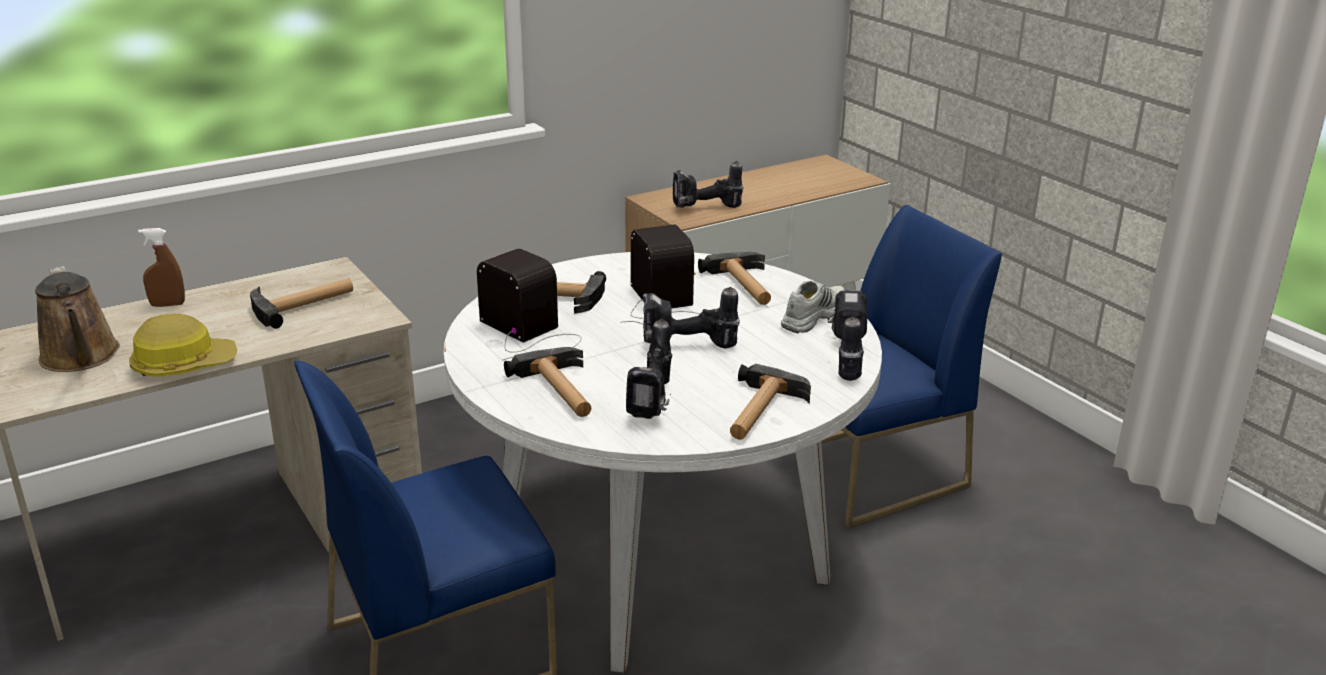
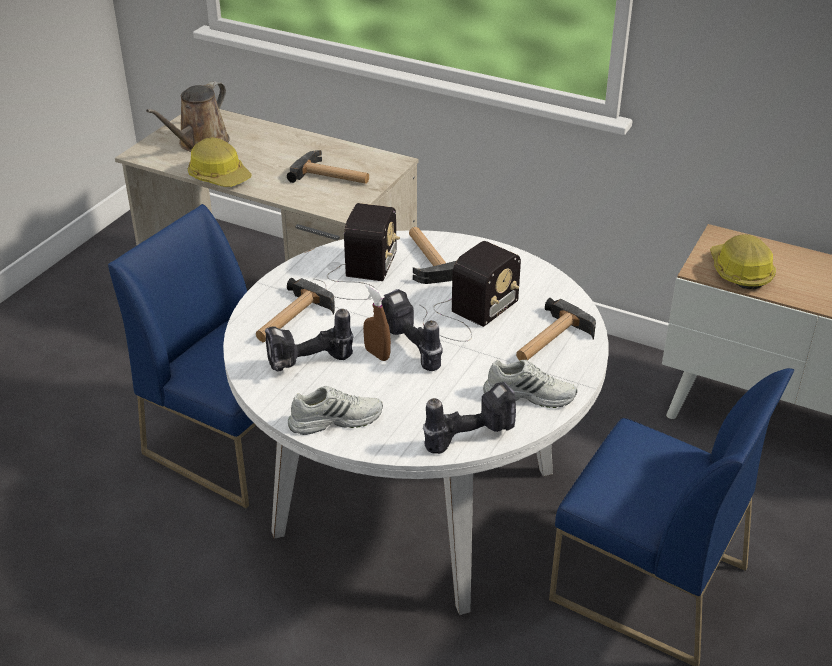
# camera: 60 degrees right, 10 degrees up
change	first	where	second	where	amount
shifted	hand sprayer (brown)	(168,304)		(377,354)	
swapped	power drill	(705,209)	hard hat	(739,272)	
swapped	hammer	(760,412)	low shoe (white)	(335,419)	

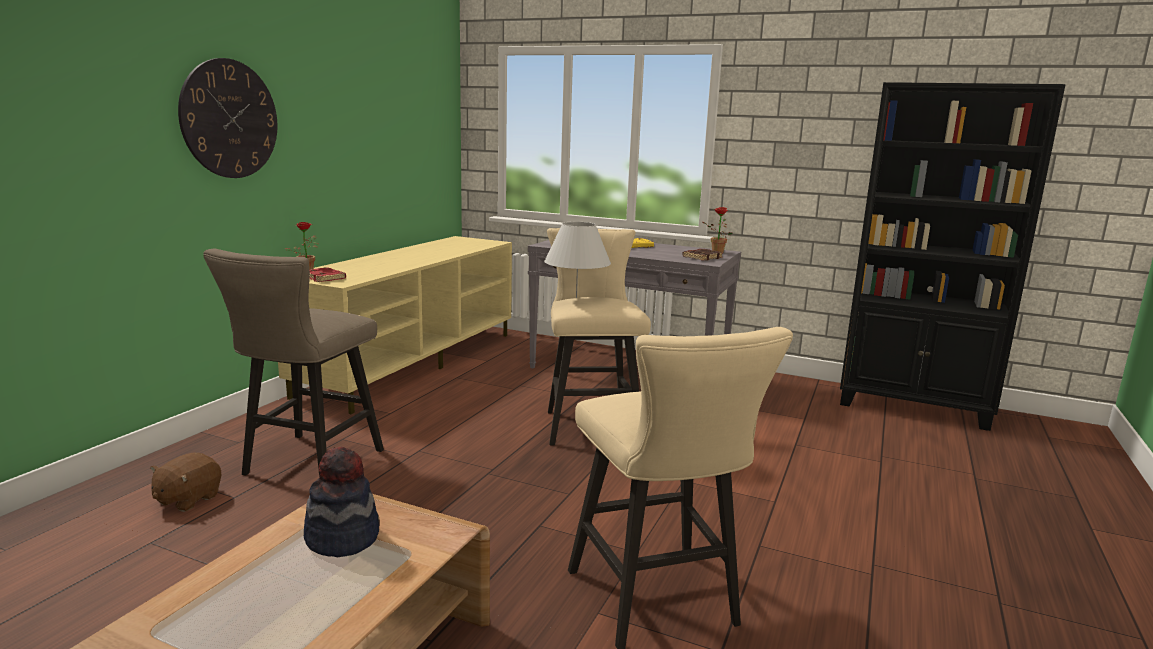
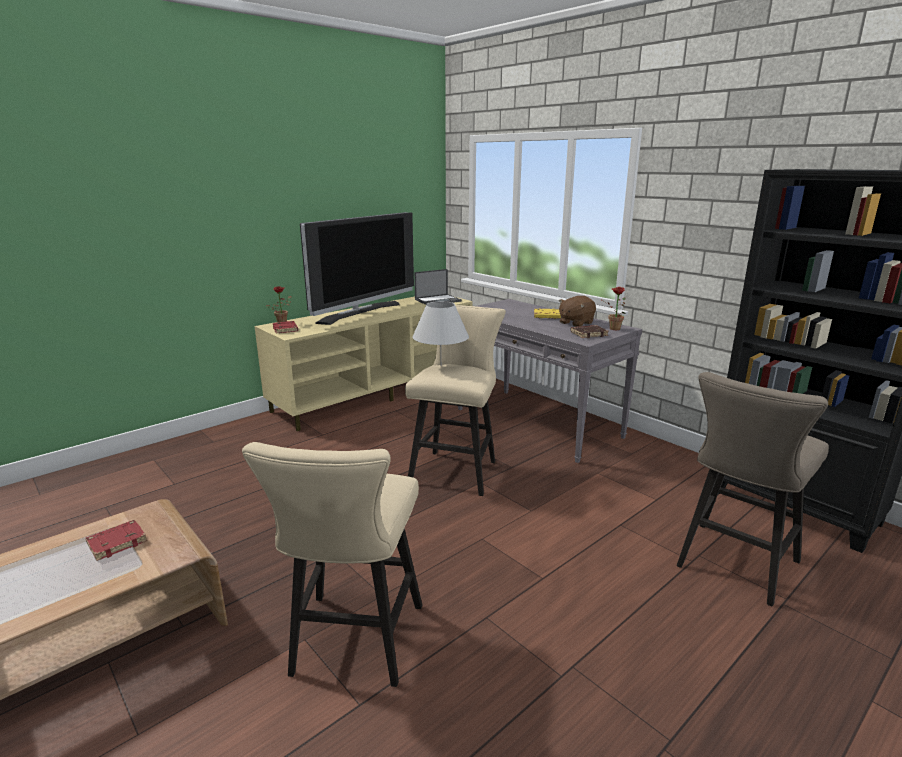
# camera: 25 degrees right, 5 degrees up
change	first	where	second	where	amount
shifted	plush toy (brown)	(187,499)		(575,323)	
gone	hanging clock	(229,119)			
shifted	stool (beige-coloured)	(307,465)		(733,567)	
swapped	wearable hat	(342,537)	volume (reddish)	(117,542)	
new			television	(360,312)	
new			portable computer	(438,300)	

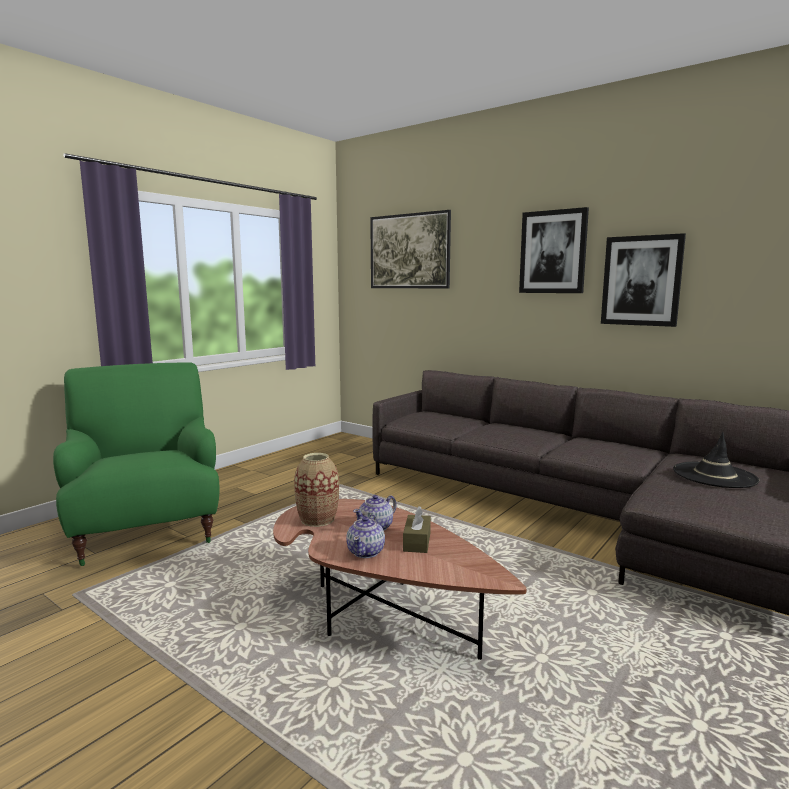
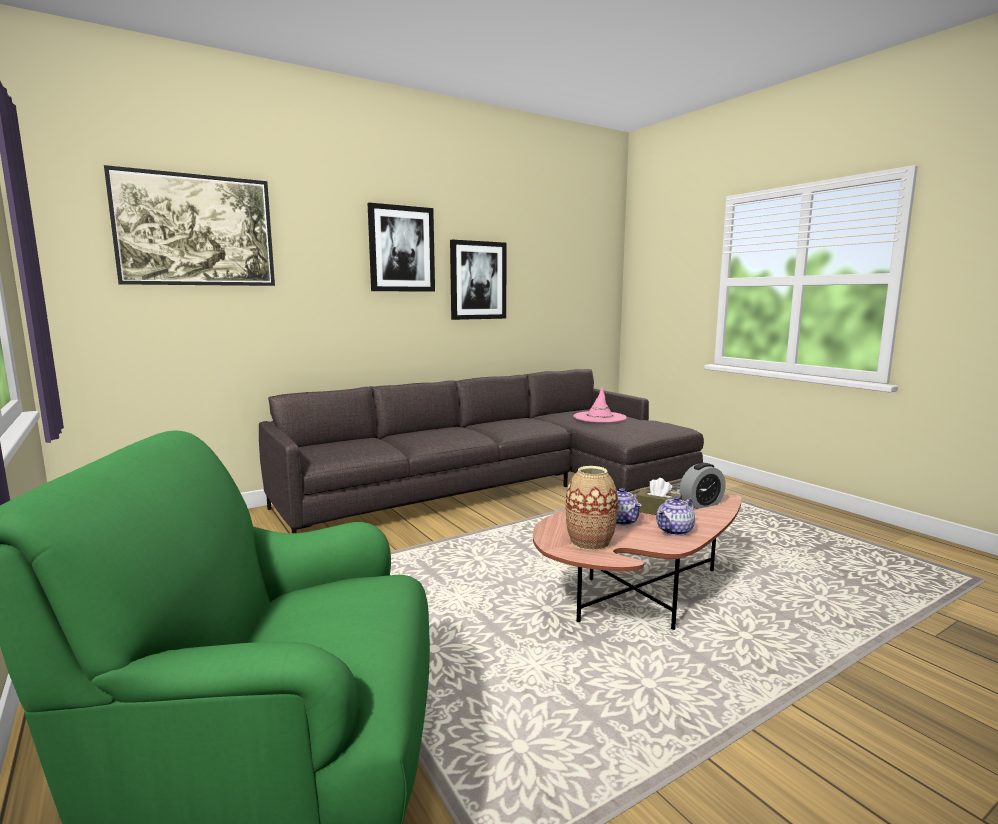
# camera: 70 degrees left, 0 degrees up
change	first	where	second	where	amount
rotated	pot for tea	(366,552)		(675,531)	105 degrees clockwise
repainted	wearable hat (blackish)	(714,475)	wearable hat (pinkish)	(599,417)	
new			alarm clock	(701,504)	

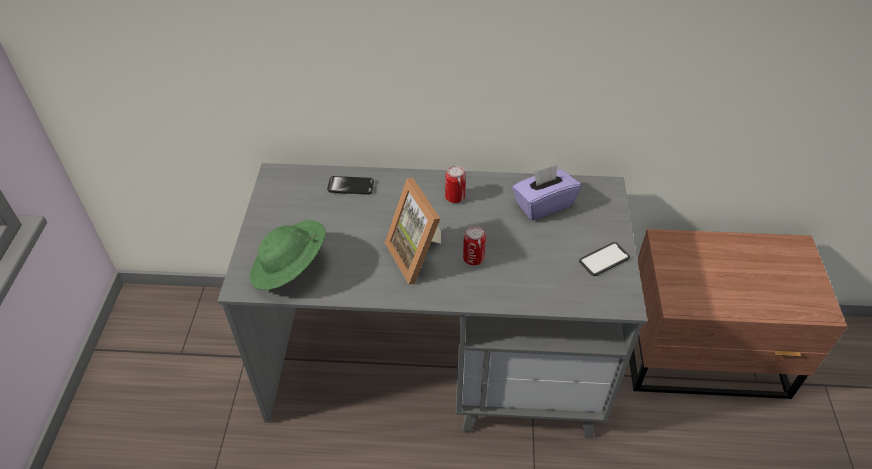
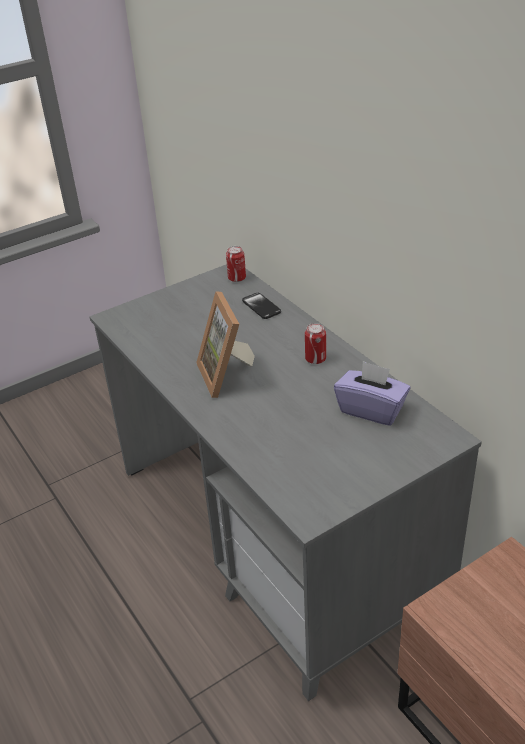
# camera: 55 degrees right, 10 degrees down
change	first	where	second	where	amount
gone	wearable hat (green)	(290,269)			
rotated	picture frame	(419,256)		(228,375)	45 degrees counterclockwise
shifted	can	(473,258)		(237,278)	
gone	handset	(604,259)			

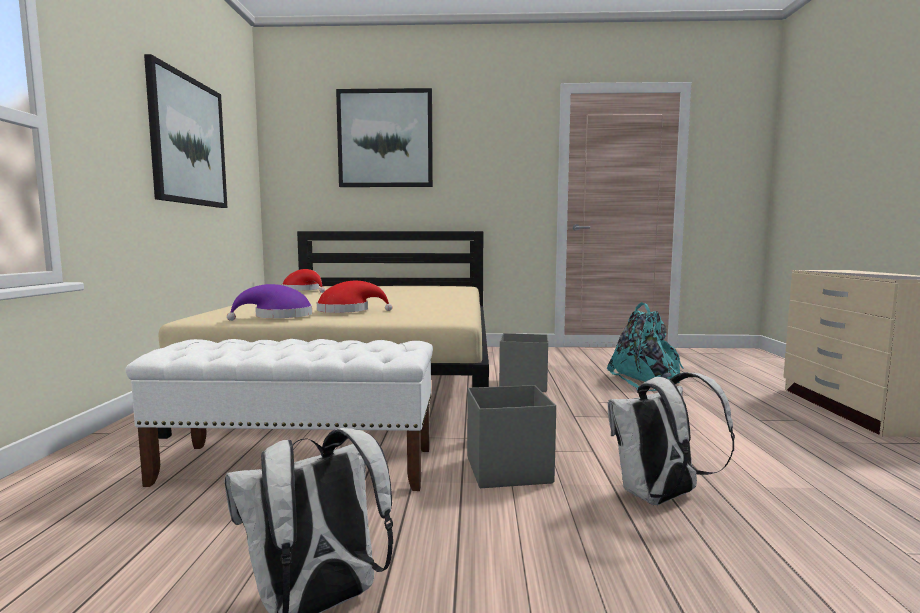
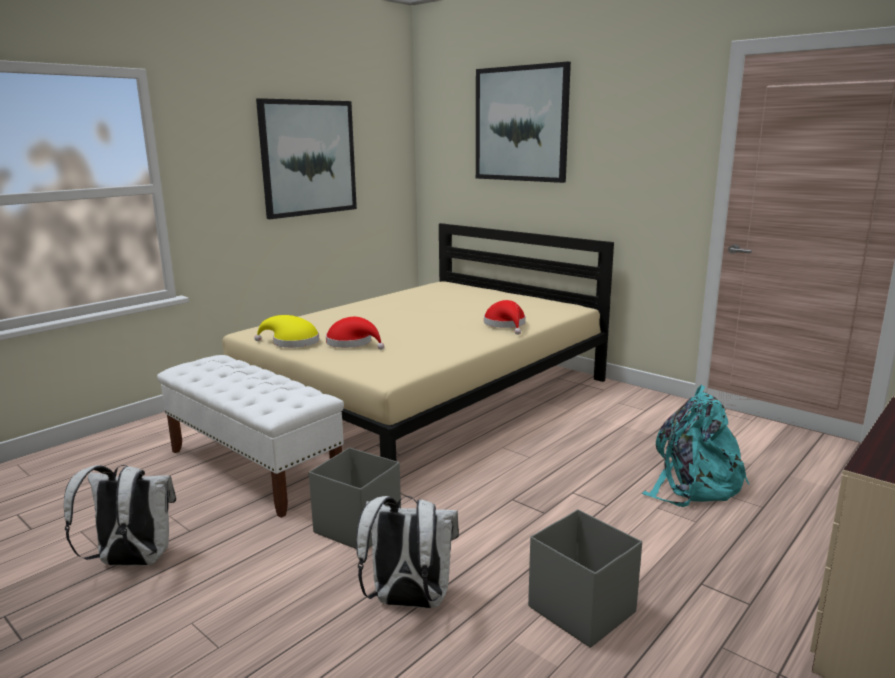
# camera: 40 degrees right, 10 degrees up
change	first	where	second	where	amount
repainted	wearable hat (purple-coloured)	(278,317)	wearable hat (yellowish)	(292,342)	
shifted	wearable hat (reddish)	(303,291)		(506,325)	
shifted	storage container (greyish)	(522,385)		(581,609)	

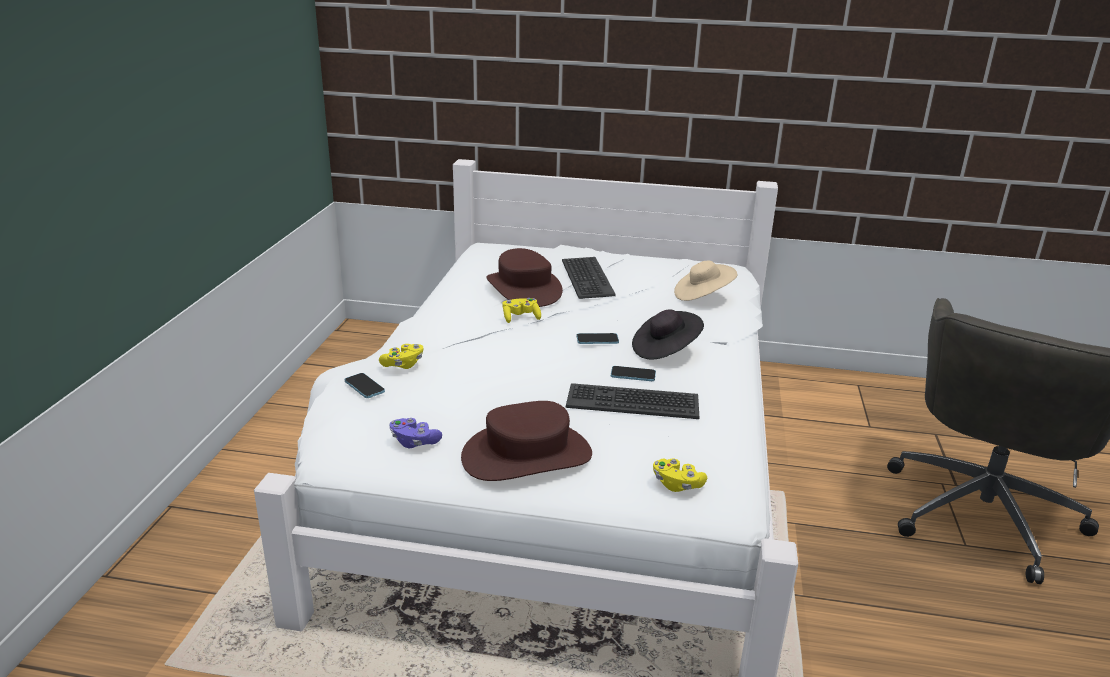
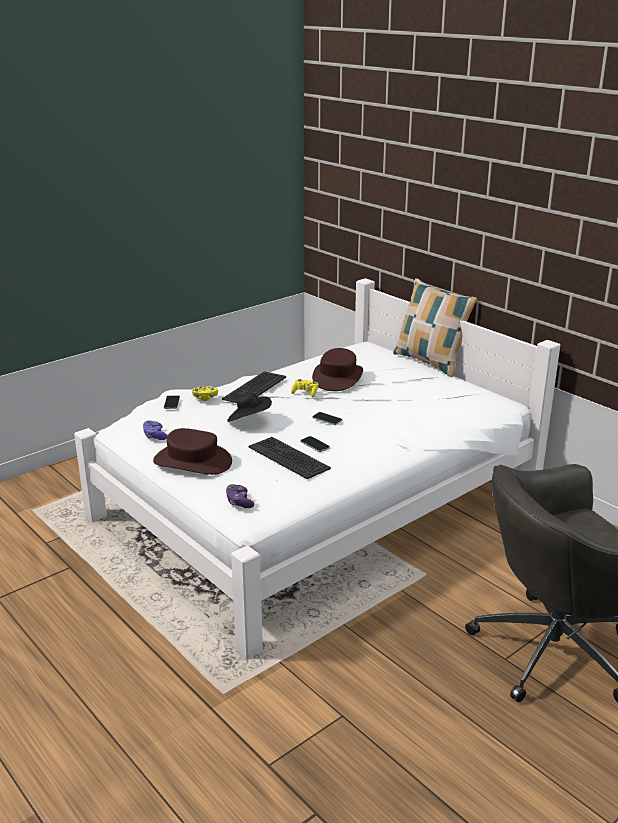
# camera: 40 degrees right, 0 degrees up
change	first	where	second	where	amount
shifted	keyboard	(586,278)		(254,388)	
shifted	wearable hat (blackish)	(665,350)		(249,420)	
repainted	game controller (yellowish)	(677,484)	game controller (purple-coloured)	(239,502)	
gone	wearable hat (beige-coloured)	(702,296)			
new			pillow	(430,362)	

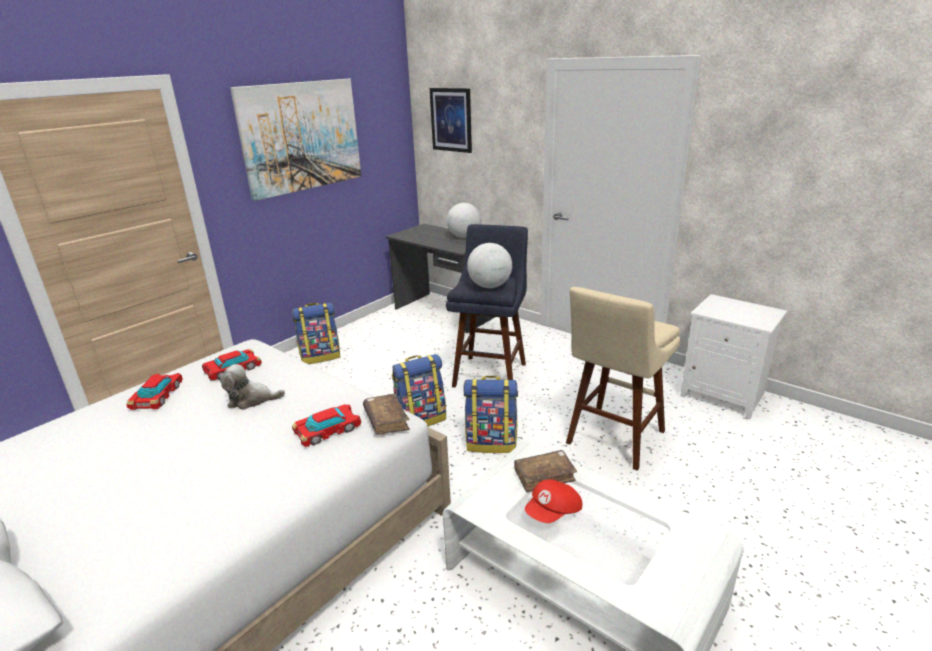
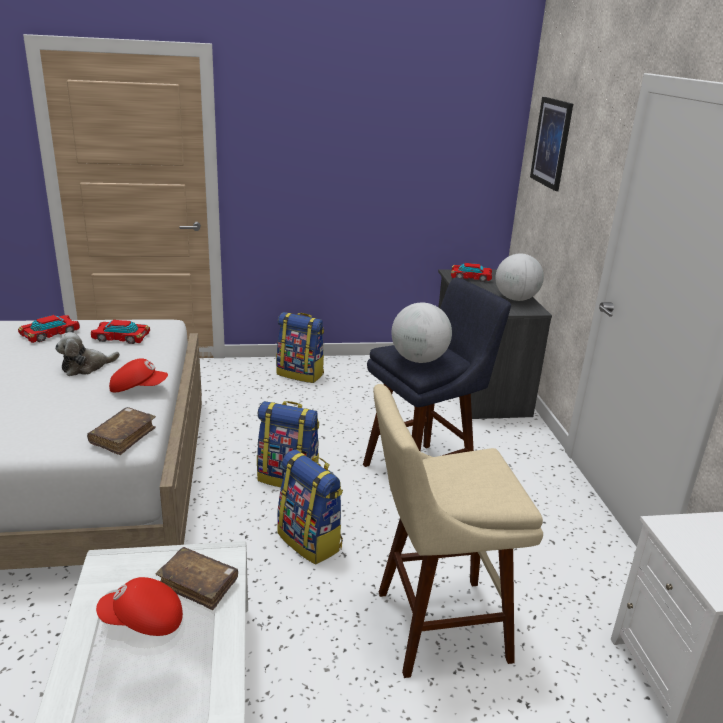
# camera: 40 degrees right, 0 degrees up
change	first	where	second	where	amount
rotated	plush toy	(251,400)		(86,367)	75 degrees counterclockwise
gone	wall art	(301,136)			
shifted	toy car	(328,430)		(470,277)	
new			peaked cap (reddish)	(138,388)	

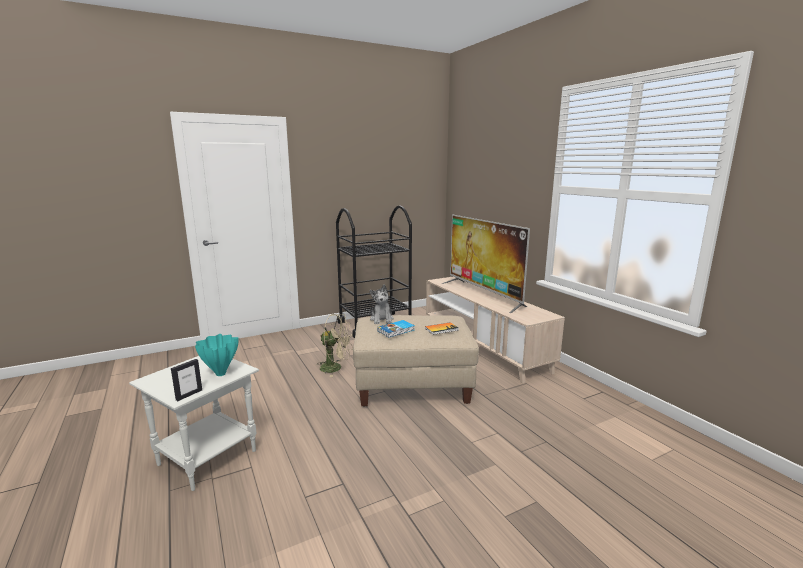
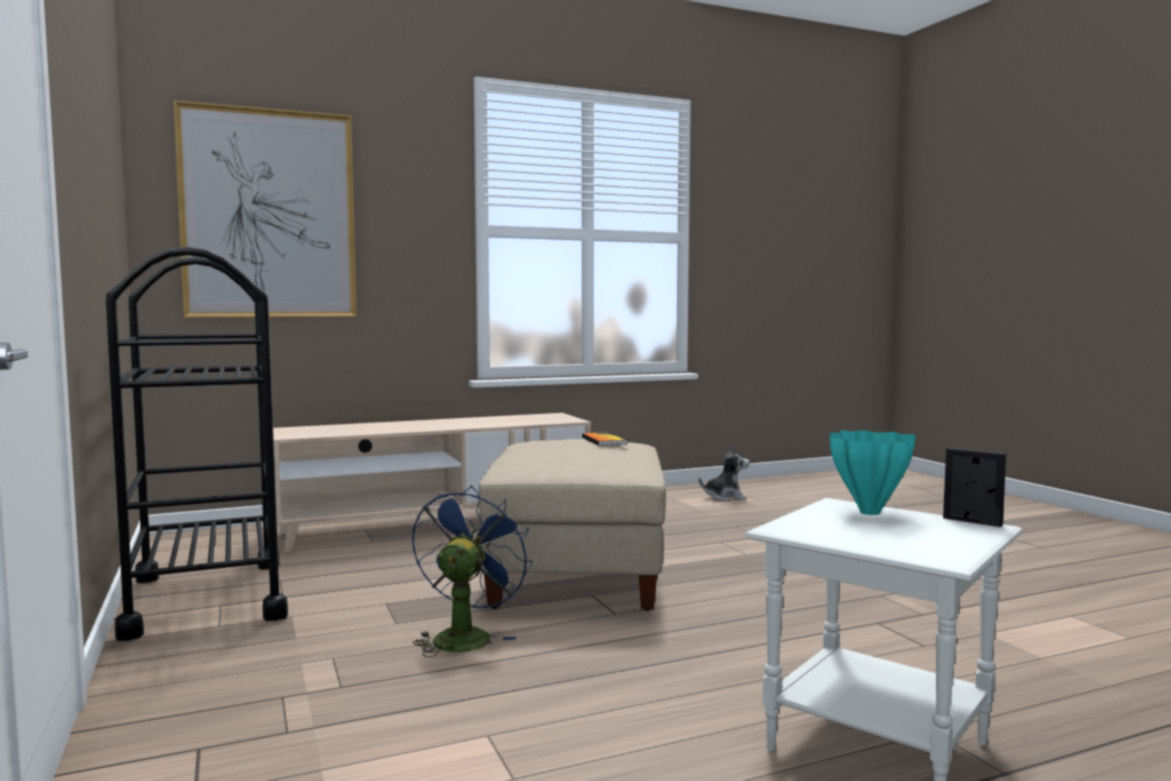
# camera: 85 degrees left, 10 degrees down
change	first	where	second	where	amount
repainted	electric fan (beige-coloured)	(335,368)	electric fan (blue)	(465,636)	
shifted	plush toy	(382,319)		(725,497)	
gone	volume	(396,330)			
gone	television	(483,294)			
new			wall art	(269,214)	

